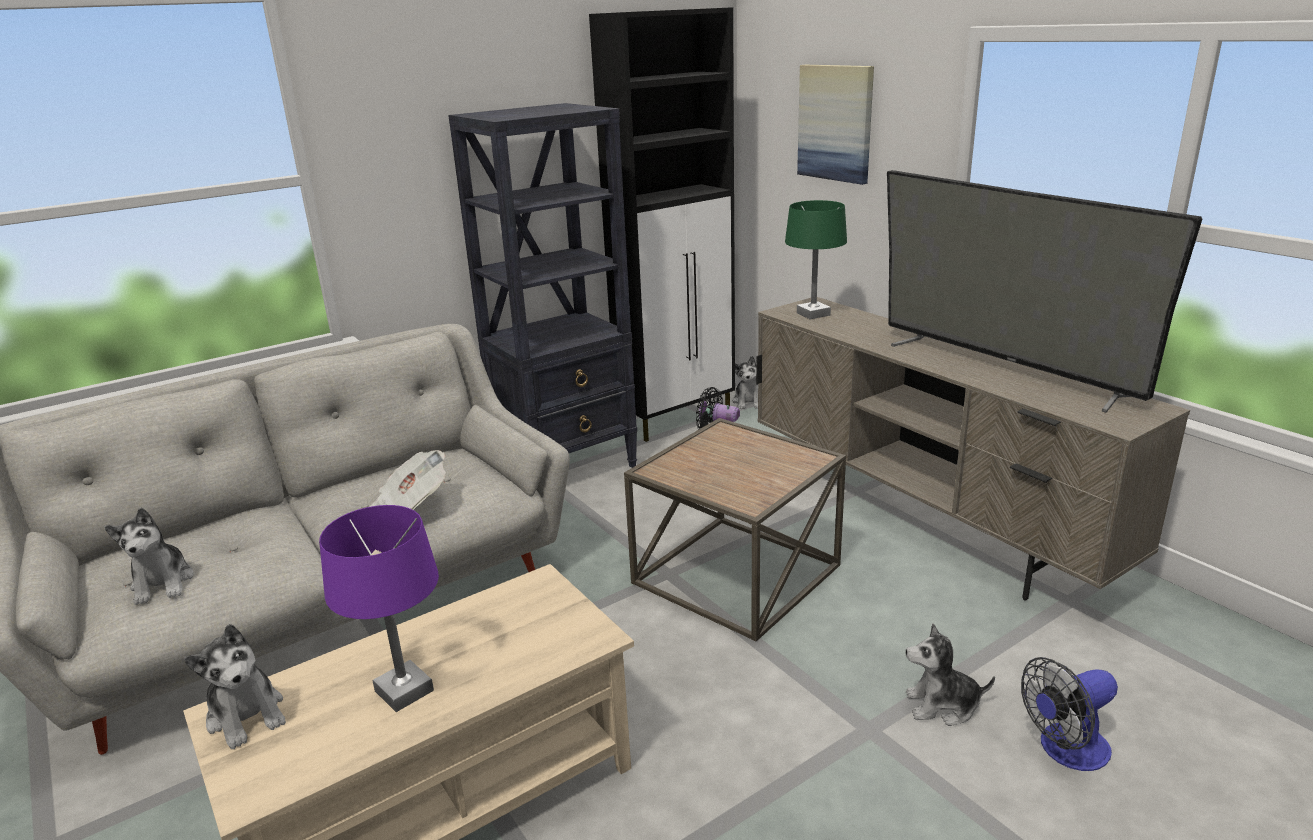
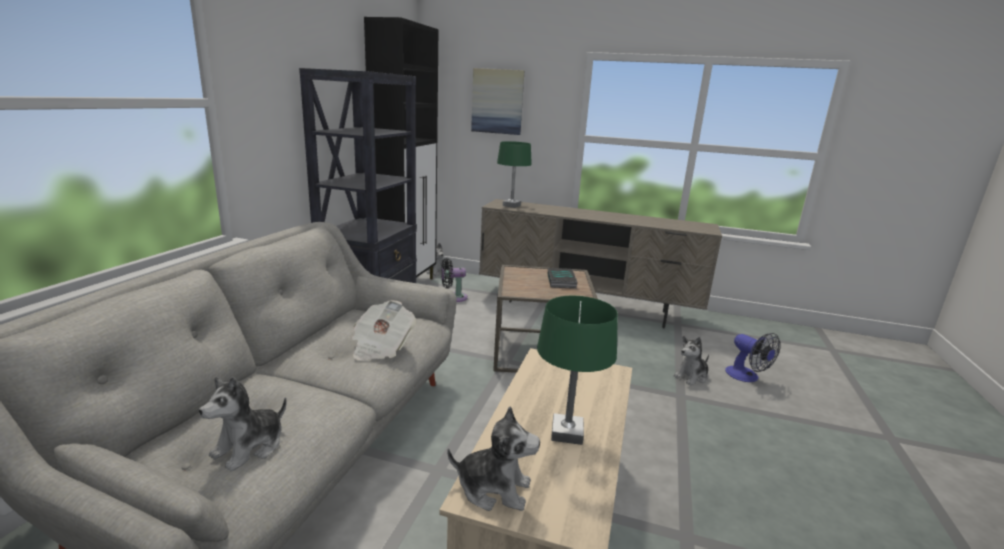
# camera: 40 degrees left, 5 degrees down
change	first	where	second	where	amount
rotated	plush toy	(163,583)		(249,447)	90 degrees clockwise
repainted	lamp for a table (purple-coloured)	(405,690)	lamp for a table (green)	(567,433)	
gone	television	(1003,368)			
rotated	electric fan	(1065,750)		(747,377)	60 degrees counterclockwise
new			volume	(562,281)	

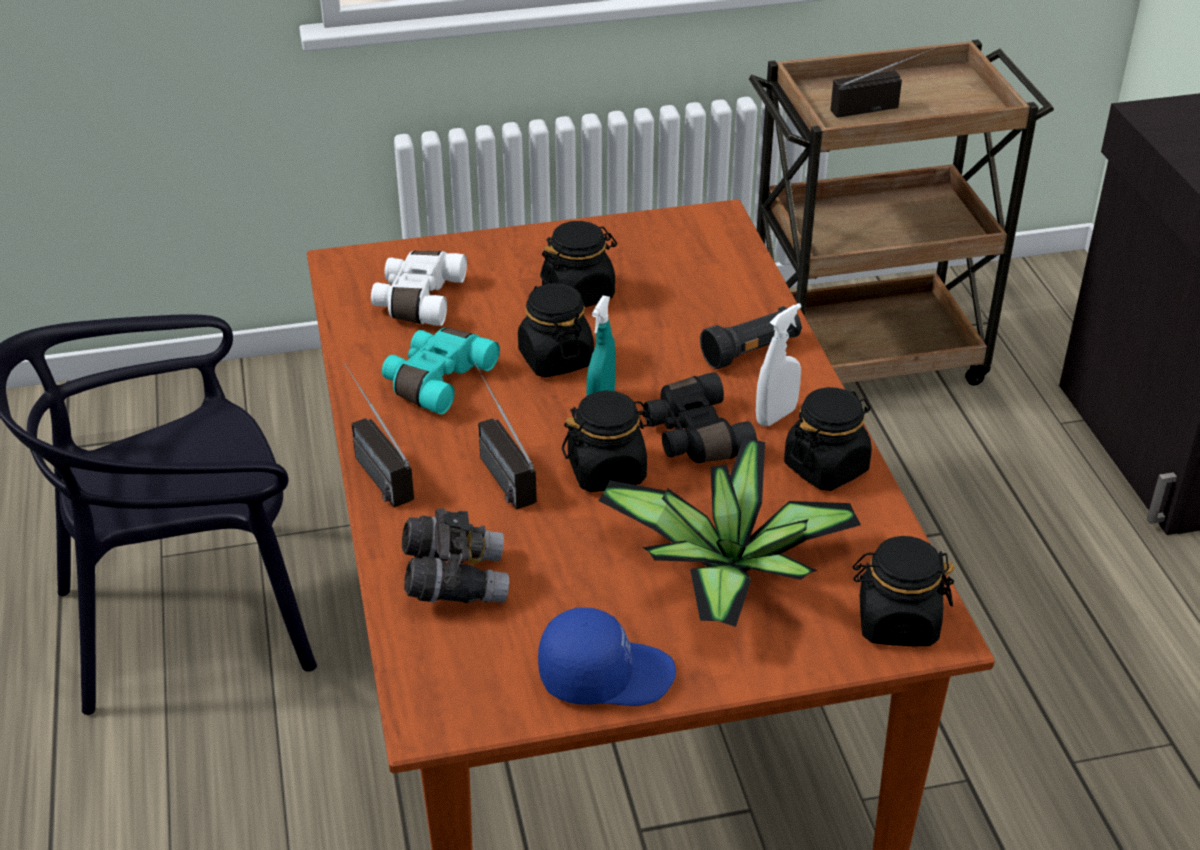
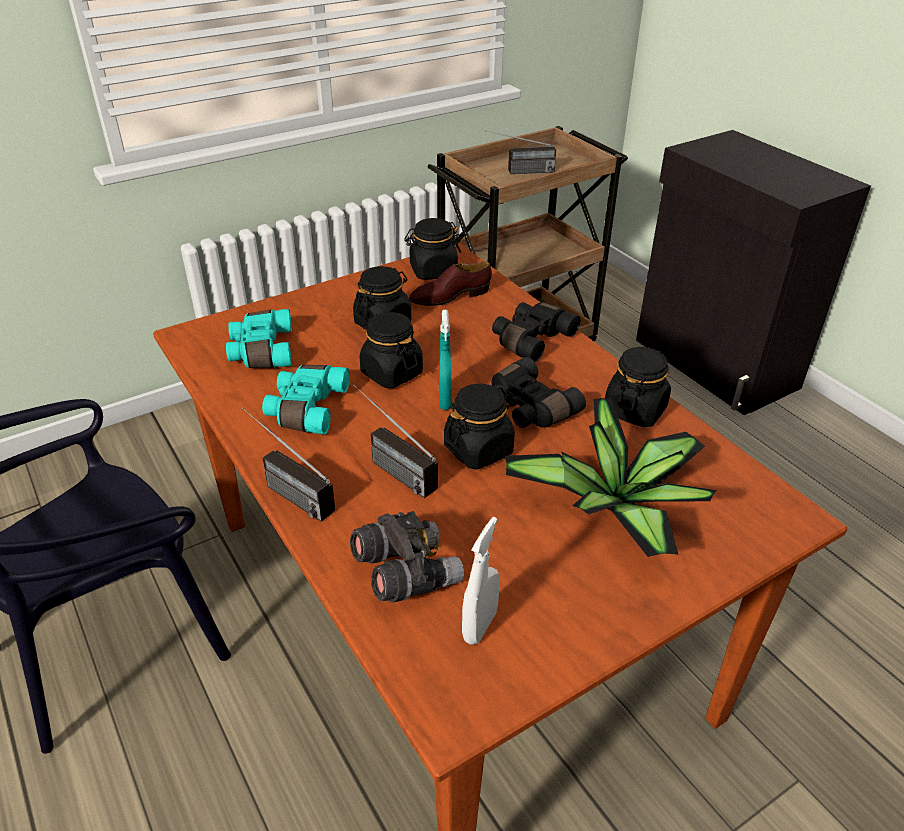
# camera: 20 degrees left, 0 degrees up
change	first	where	second	where	amount
repainted	pair of binoculars (white)	(417,300)	pair of binoculars (turquoise)	(261,351)	
gone	peaked cap (blue)	(605,674)			
swapped	torch (blackish)	(751,351)	pair of binoculars (blackish)	(530,339)	
shifted	hand sprayer (white)	(776,416)		(480,626)	
rotated	radio receiver	(880,106)		(519,172)	150 degrees counterclockwise
shifted	storage jar (blackish)	(897,622)		(433,271)	
new			low shoe (brown)	(450,296)	

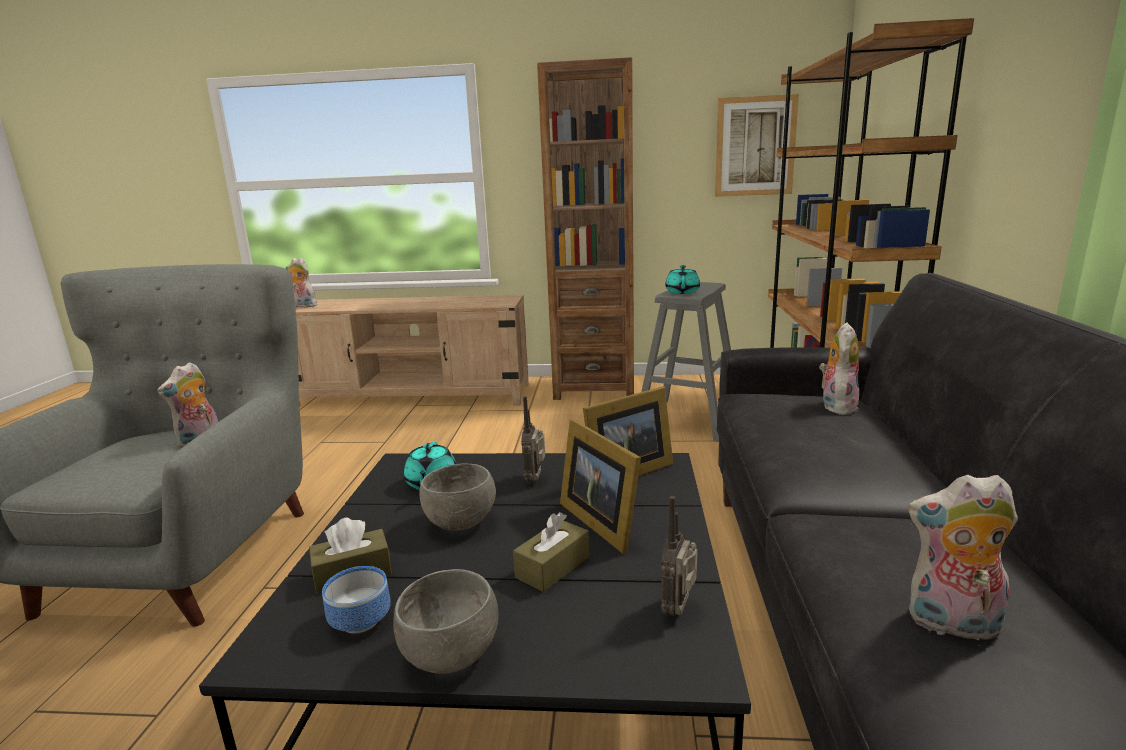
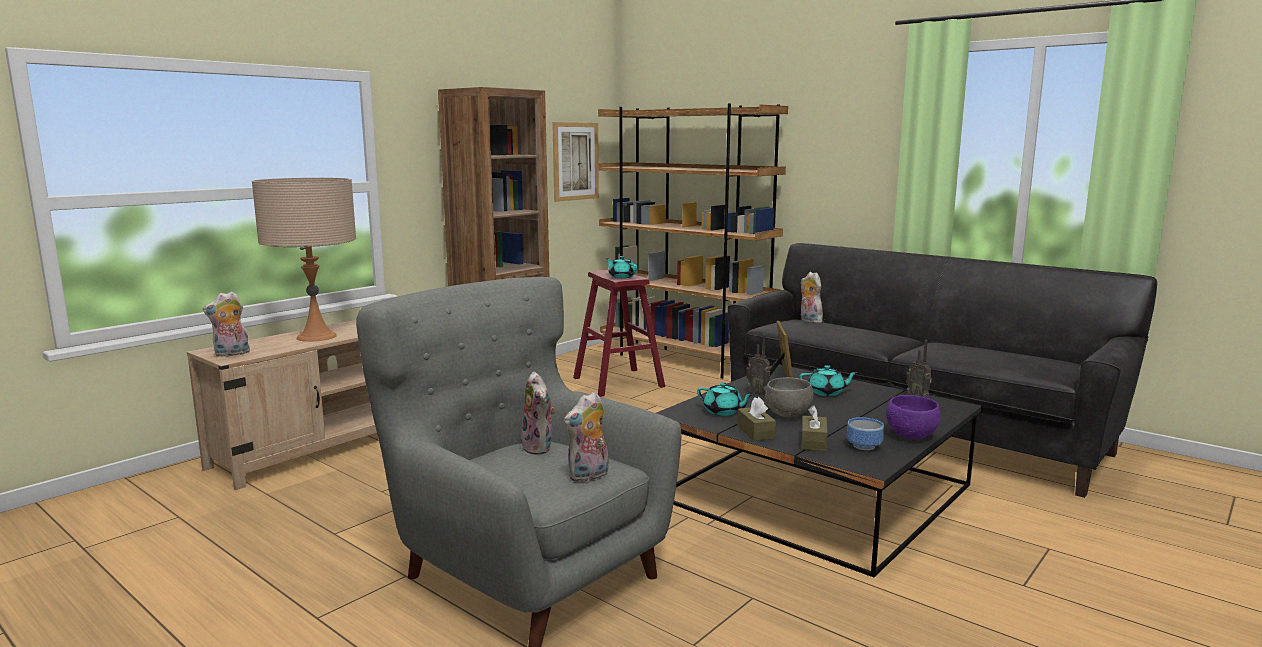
# camera: 55 degrees left, 5 degrees down
change	first	where	second	where	amount
repainted	deep dish (greyish)	(450,654)	deep dish (purple-coloured)	(910,436)	
shifted	box of tissues (brown)	(552,567)		(755,432)	
swapped	picture frame	(601,521)	pot for tea (turquoise)	(826,392)	
repainted	stool (greyish)	(688,419)	stool (reddish)	(618,382)	
shifted	plush toy	(951,625)		(589,476)	
new			lamp for a table (beige-coloured)	(316,337)	

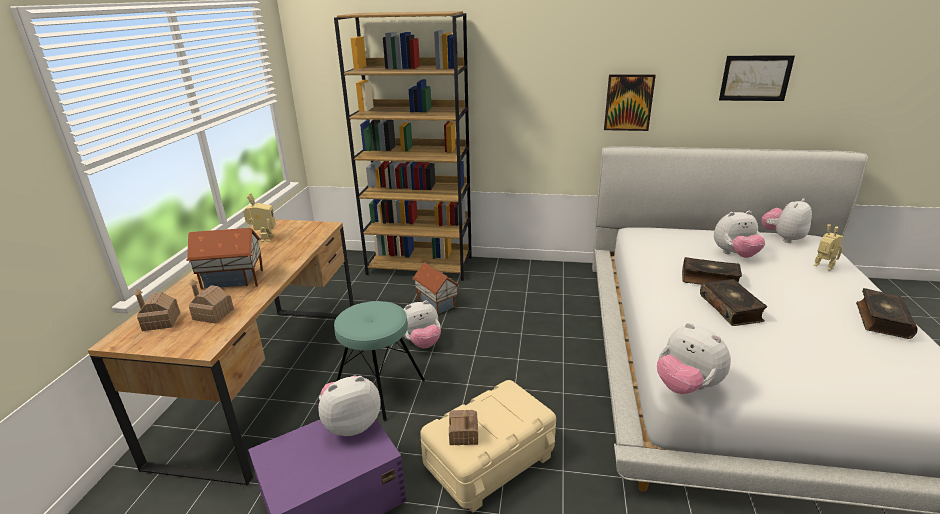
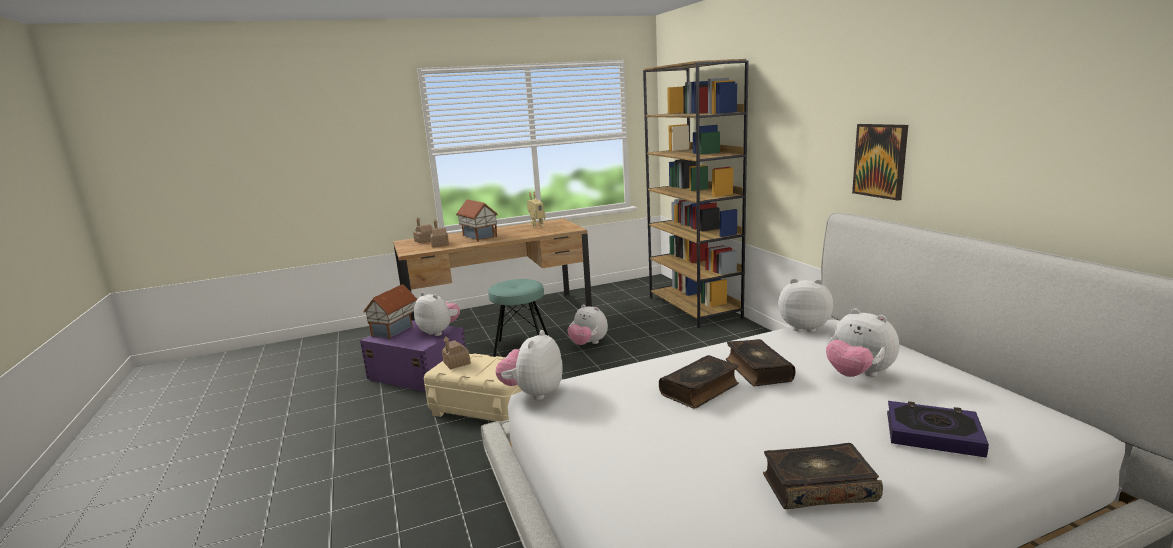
# camera: 60 degrees right, 10 degrees down
change	first	where	second	where	amount
shifted	miniature house	(437,302)		(396,330)	
gone	wall art	(755,78)			
shifted	plush toy	(782,238)		(804,327)	
swapped	toy robot	(822,267)	volume	(933,434)	

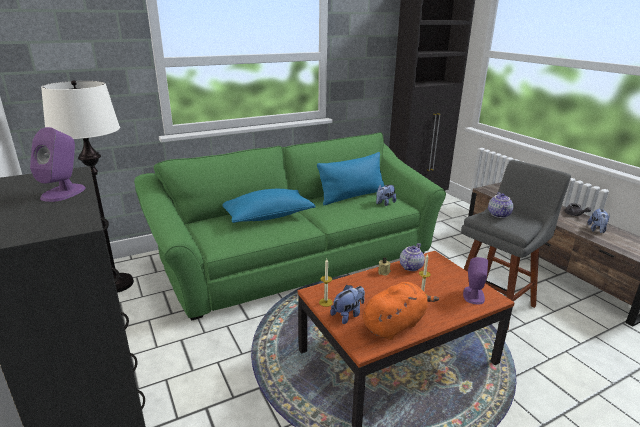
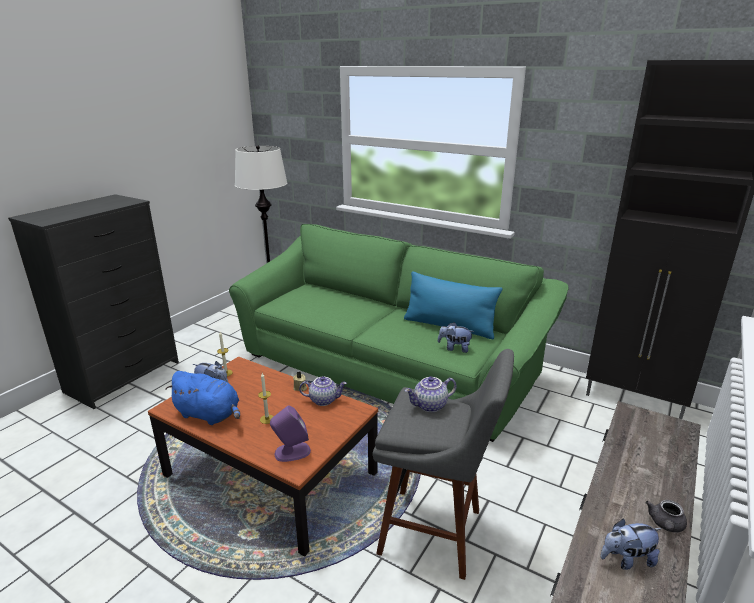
# camera: 60 degrees right, 0 degrees up
change	first	where	second	where	amount
gone	audio speaker (purple-coloured)	(64,192)			
gone	pillow (blue)	(268,216)			
repainted	plush toy (orange)	(395,324)	plush toy (blue)	(209,415)	

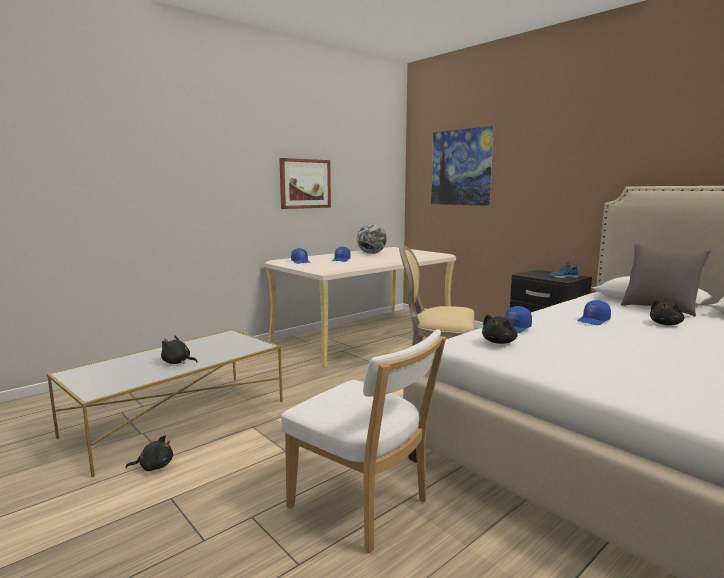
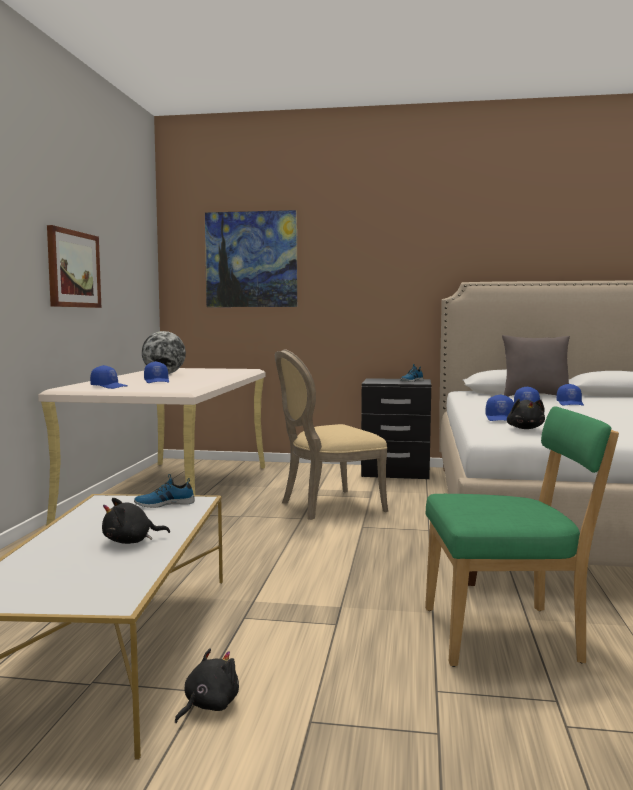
# camera: 40 degrees left, 5 degrees down
change	first	where	second	where	amount
repainted	chair (white)	(363,507)	chair (green)	(508,635)	
swapped	plush toy (blackish)	(665,324)	peaked cap (blue)	(570,404)	
new			low shoe	(164,504)	

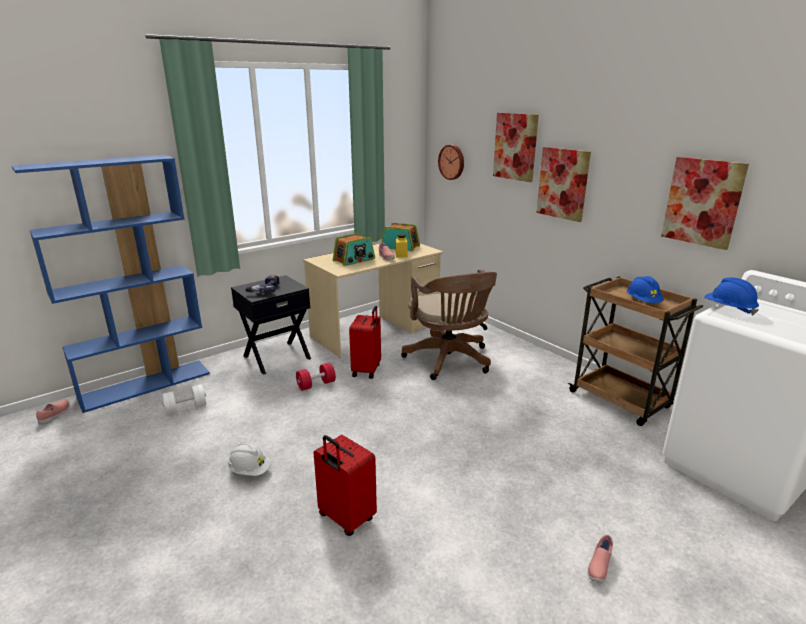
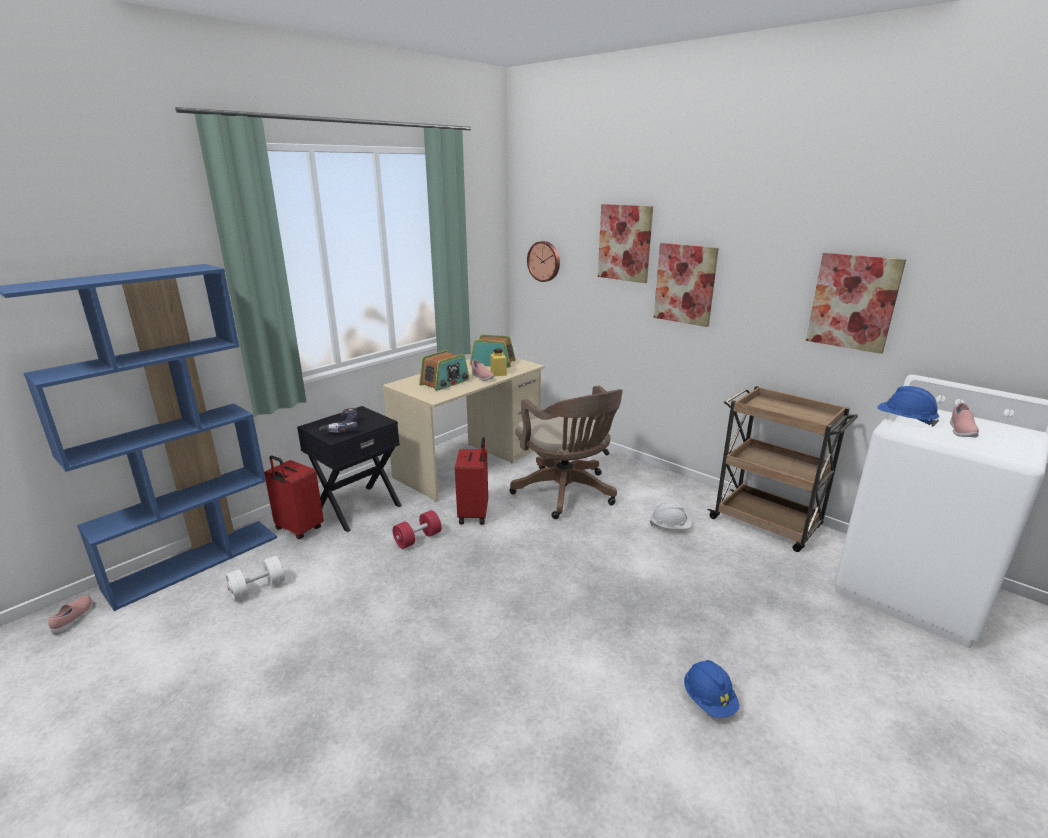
# camera: 10 degrees left, 0 degrees up
change	first	where	second	where	amount
shifted	hard hat (white)	(250,470)		(670,527)	
shifted	travel case (reddish)	(345,518)		(298,529)	
shifted	low shoe (pinkish)	(599,566)		(960,431)	
shifted	hard hat (blue)	(643,302)		(709,700)	

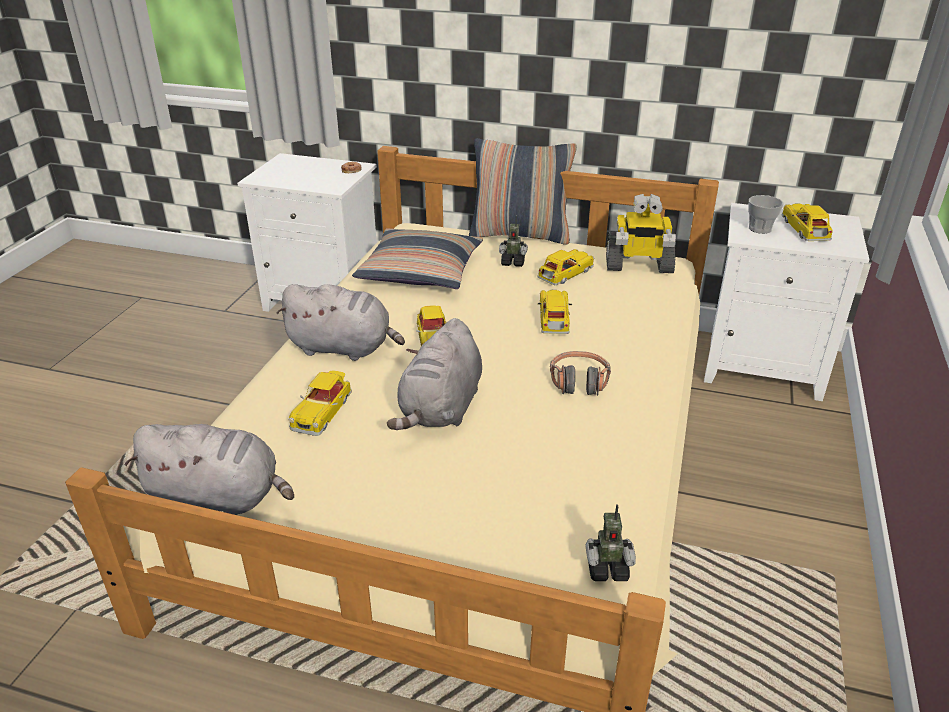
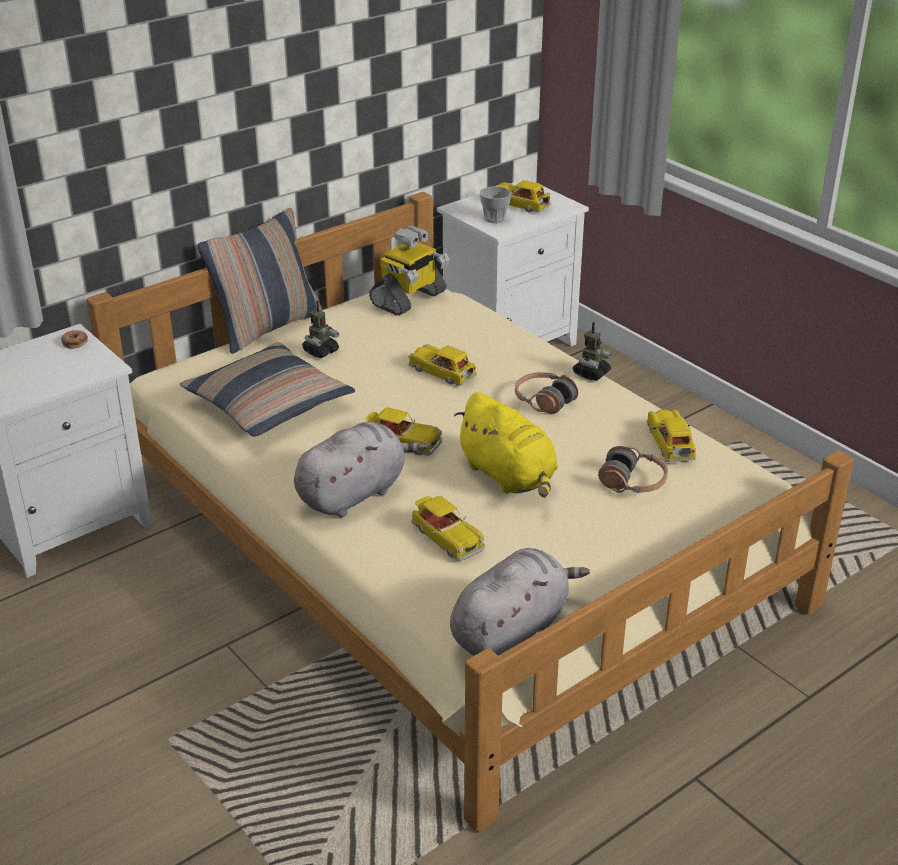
# camera: 55 degrees left, 0 degrees up
change	first	where	second	where	amount
repainted	plush toy (greyish)	(441,409)	plush toy (yellowish)	(509,476)	
shifted	toy car	(564,274)		(670,444)	
shifted	toy robot	(607,568)		(591,373)	
new			headset	(633,482)	

